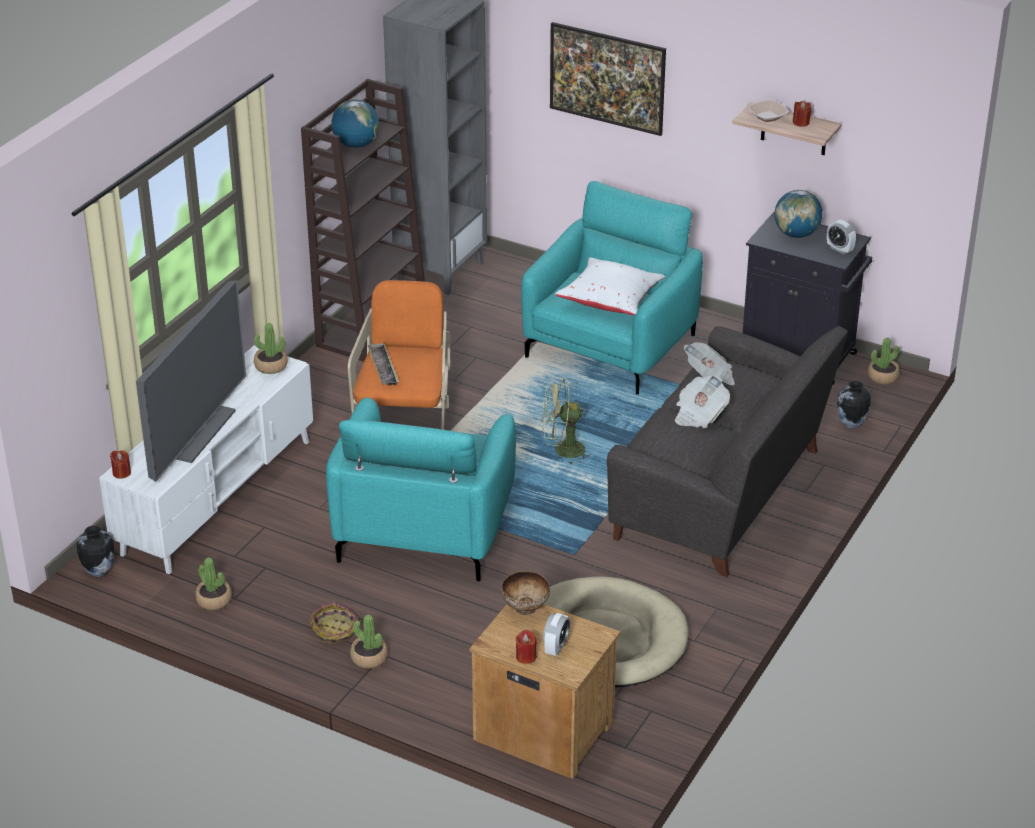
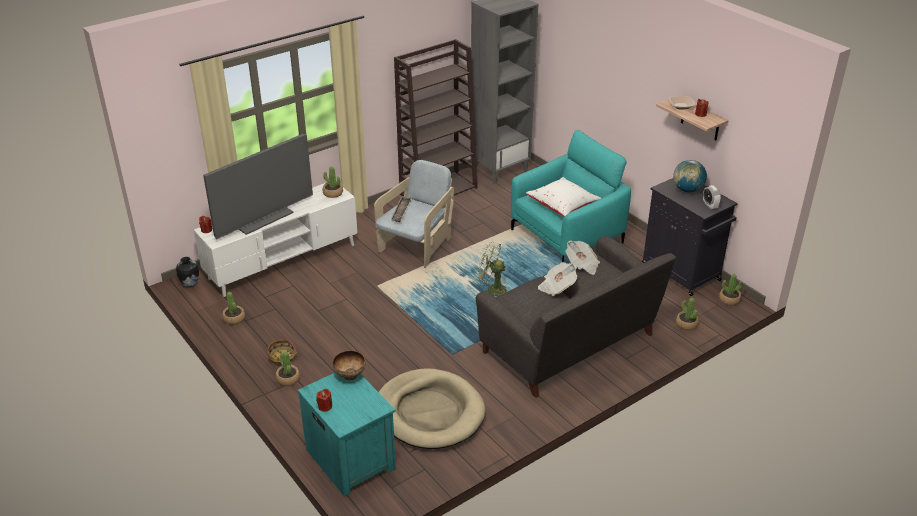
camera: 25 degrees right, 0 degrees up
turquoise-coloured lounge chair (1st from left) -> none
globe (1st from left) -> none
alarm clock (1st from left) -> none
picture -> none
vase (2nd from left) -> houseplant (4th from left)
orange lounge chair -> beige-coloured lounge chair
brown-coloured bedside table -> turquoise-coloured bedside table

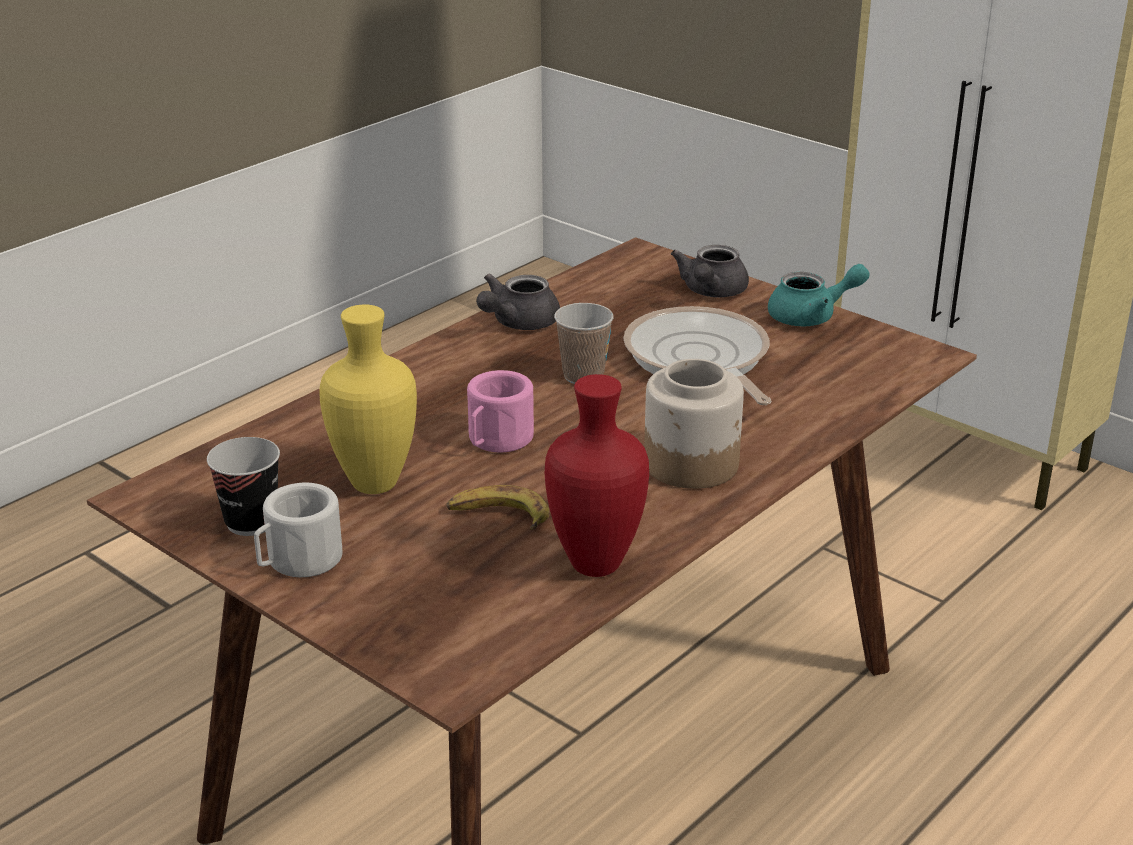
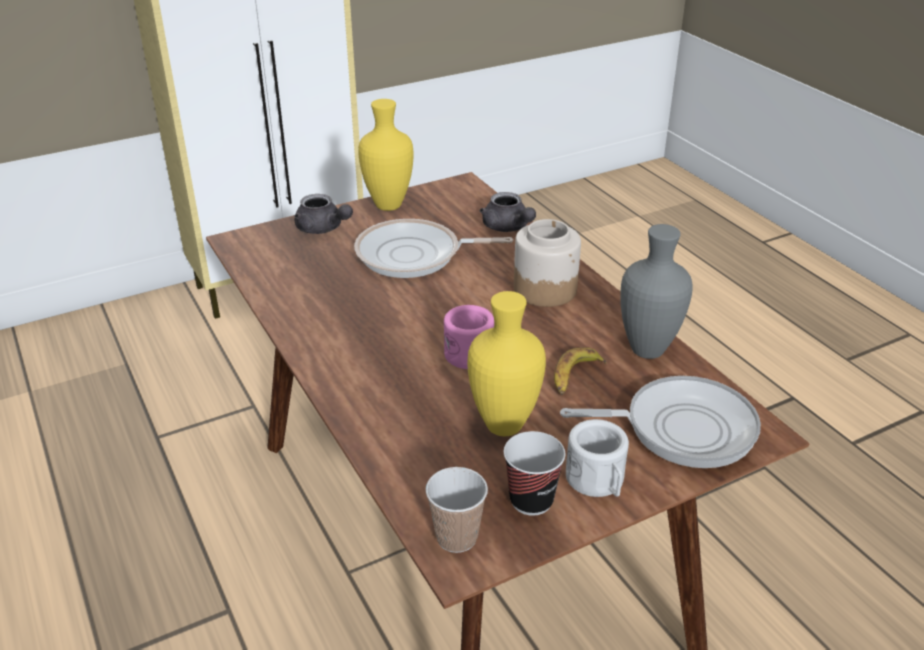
camera: 70 degrees left, 5 degrees up
none -> skillet (2nd from left)
grey teapot (1st from left in the first image) -> grey teapot (2nd from left), moved
small cup (2nd from left in the first image) -> small cup (1st from left), moved
turquoise-coloured teapot -> yellow-coloured vase (1st from left)
reddish vase -> grey vase

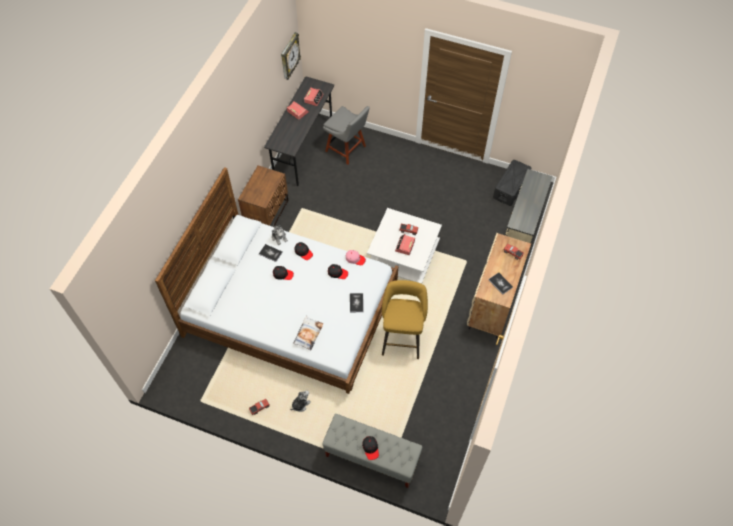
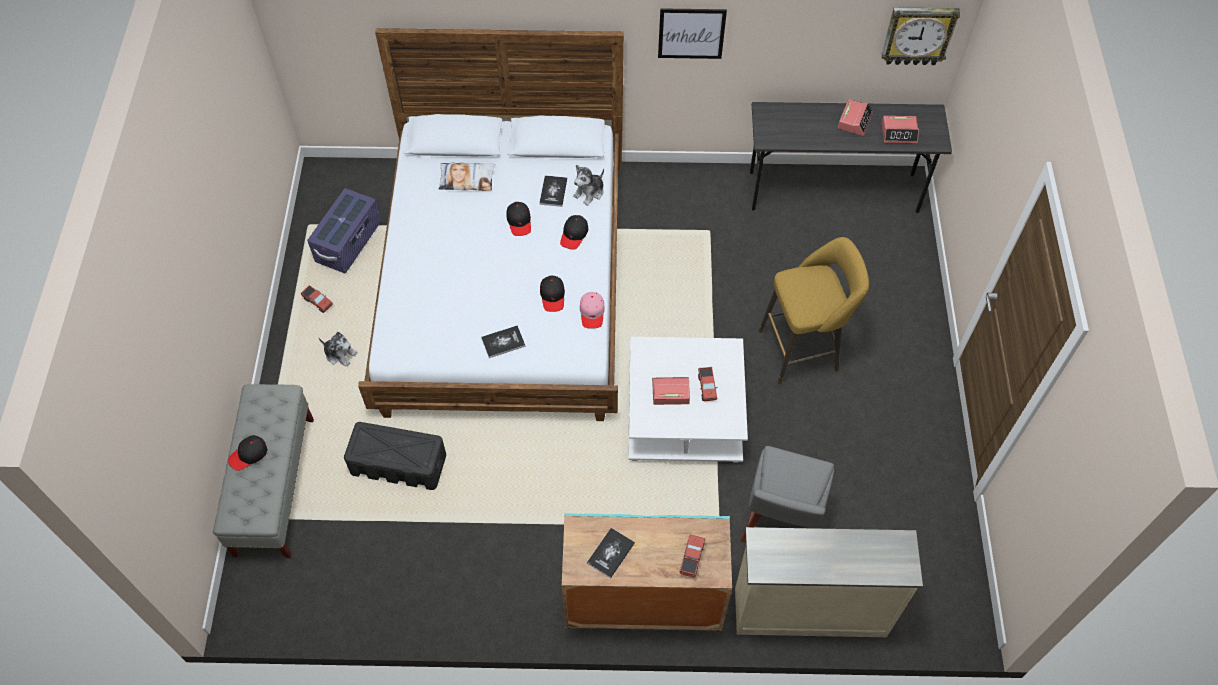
camera: 70 degrees right, 0 degrees up
brown-coloured bedside table -> none
none -> purple storage container
none -> picture
cushion, moved
grey chair, moved
yellow-coloured sitting stool, moved
black-coloured storage container, moved
beige-coloured storage cabinet -> turquoise-coloured storage cabinet

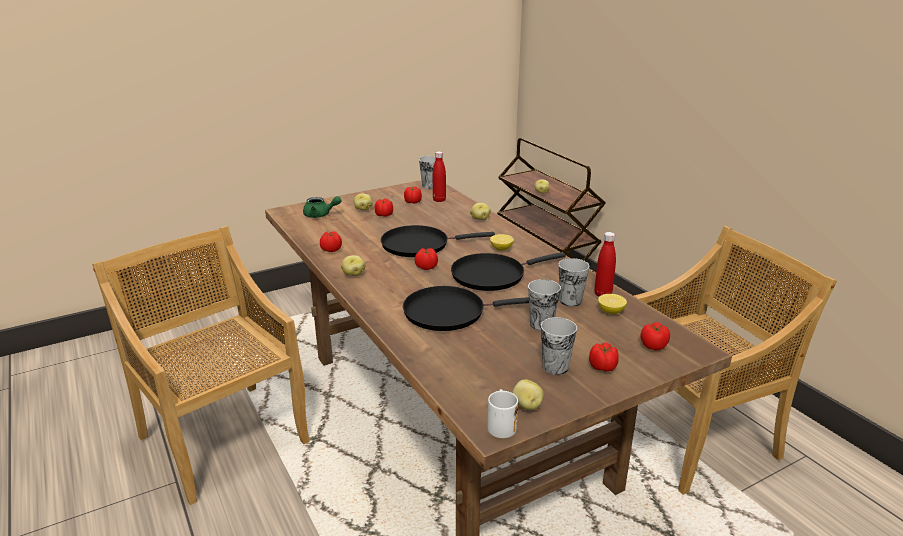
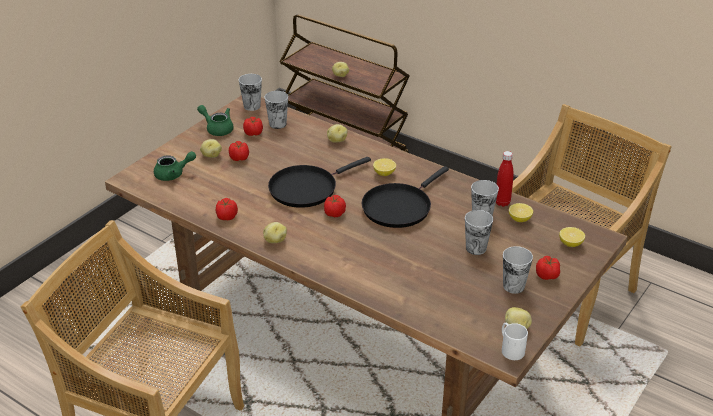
camera: 25 degrees left, 10 degrees up
black-coloured skillet (2nd from left) -> none
none -> greenish teapot (2nd from left)
reddish drink bottle (1st from left) -> small cup (2nd from left)
whole tomato (6th from left) -> citrus fruit (3rd from left)

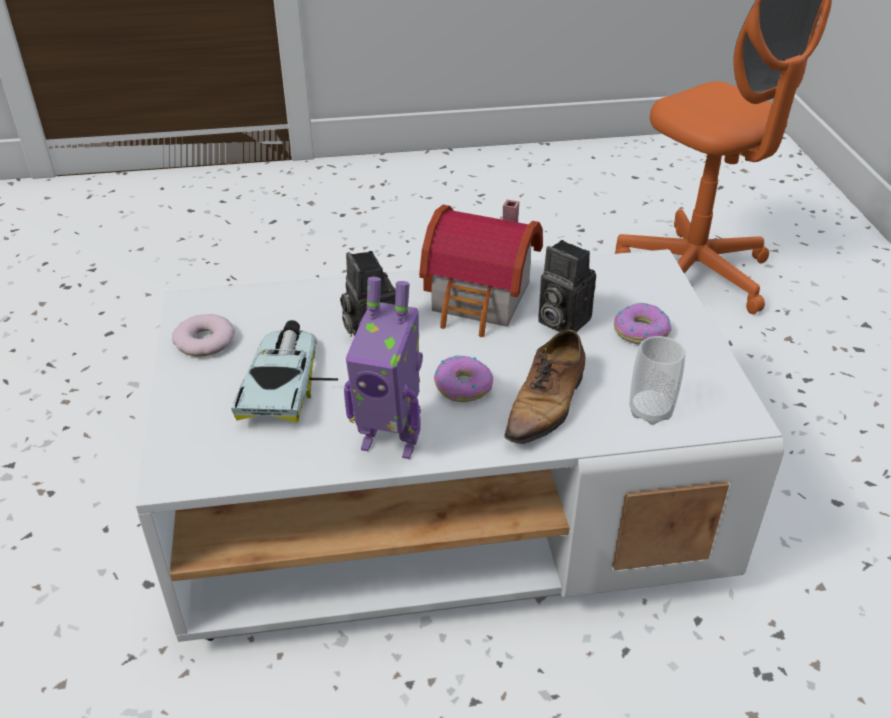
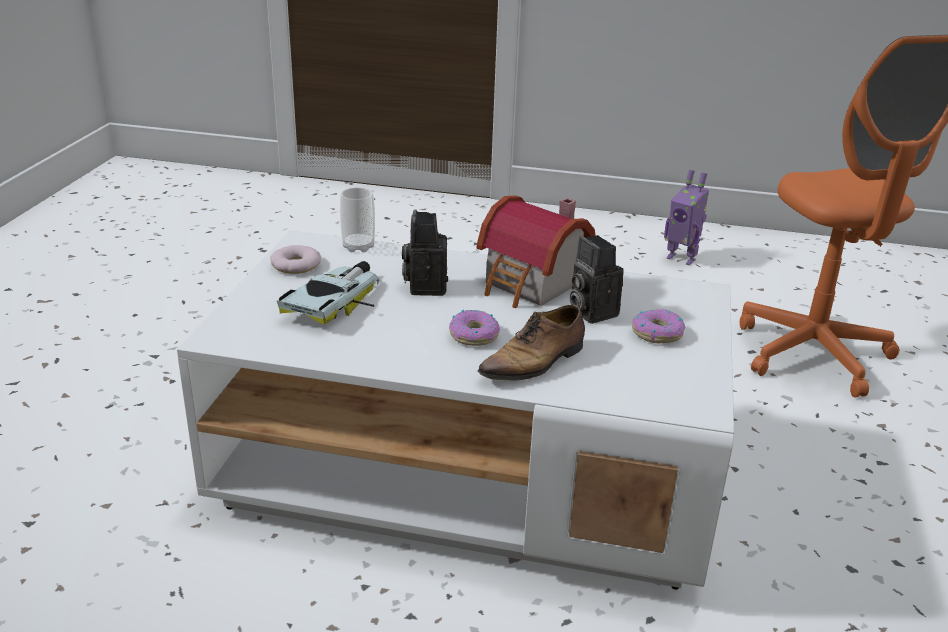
camera: 20 degrees right, 10 degrees down
model robot, moved
small cup, moved

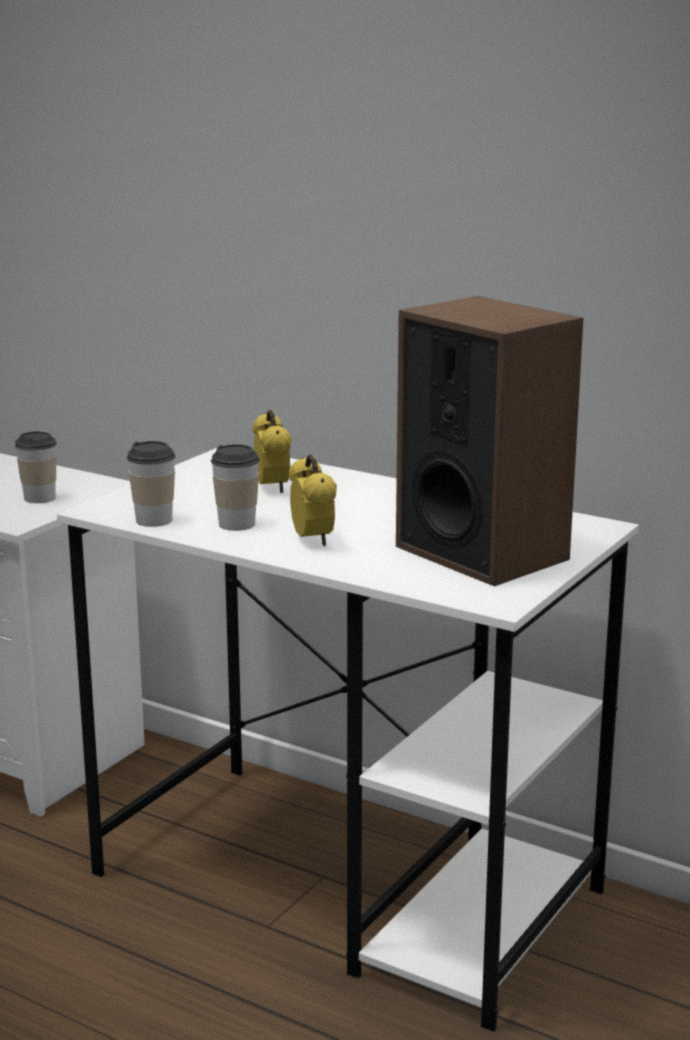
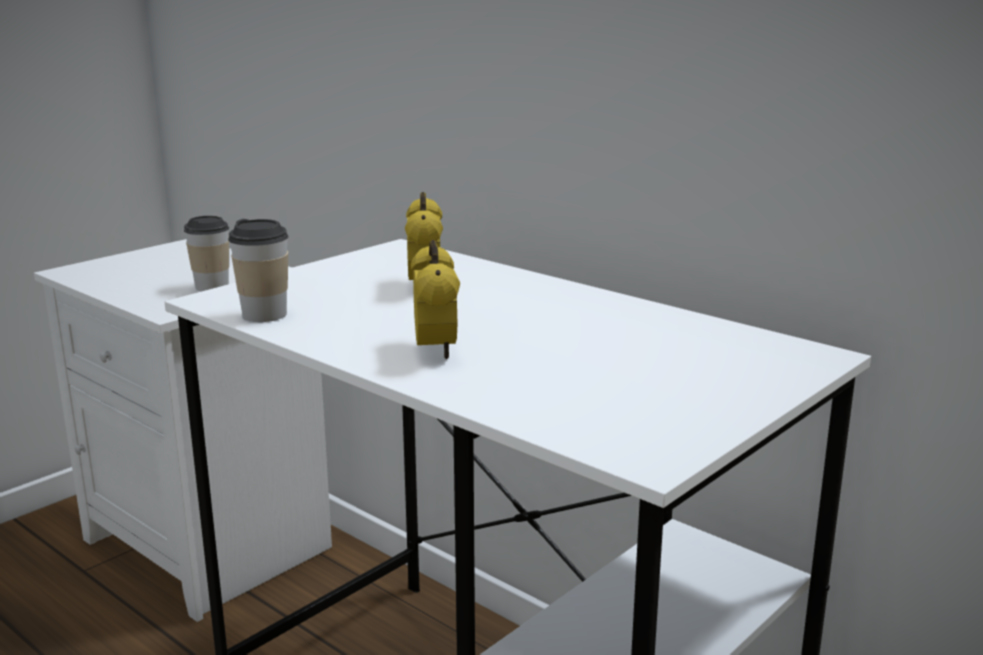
camera: 10 degrees right, 0 degrees up
small cup (3rd from left) -> none
loudspeaker -> none

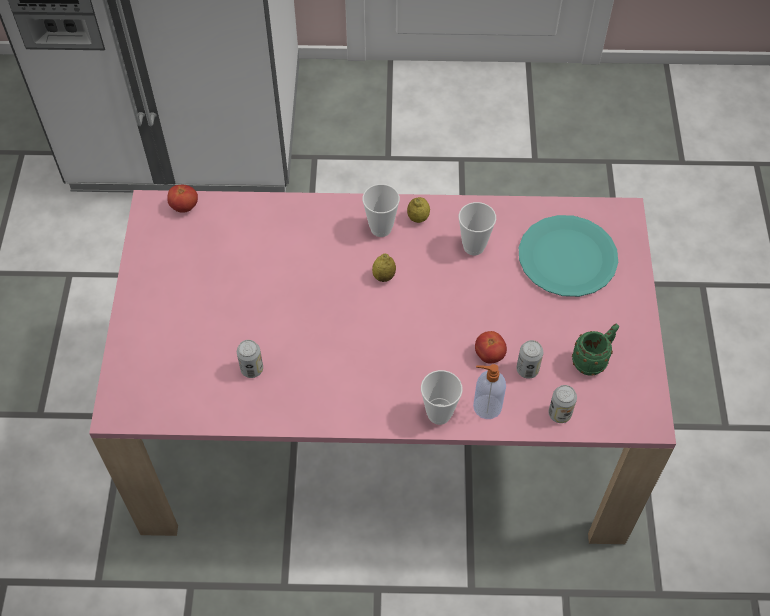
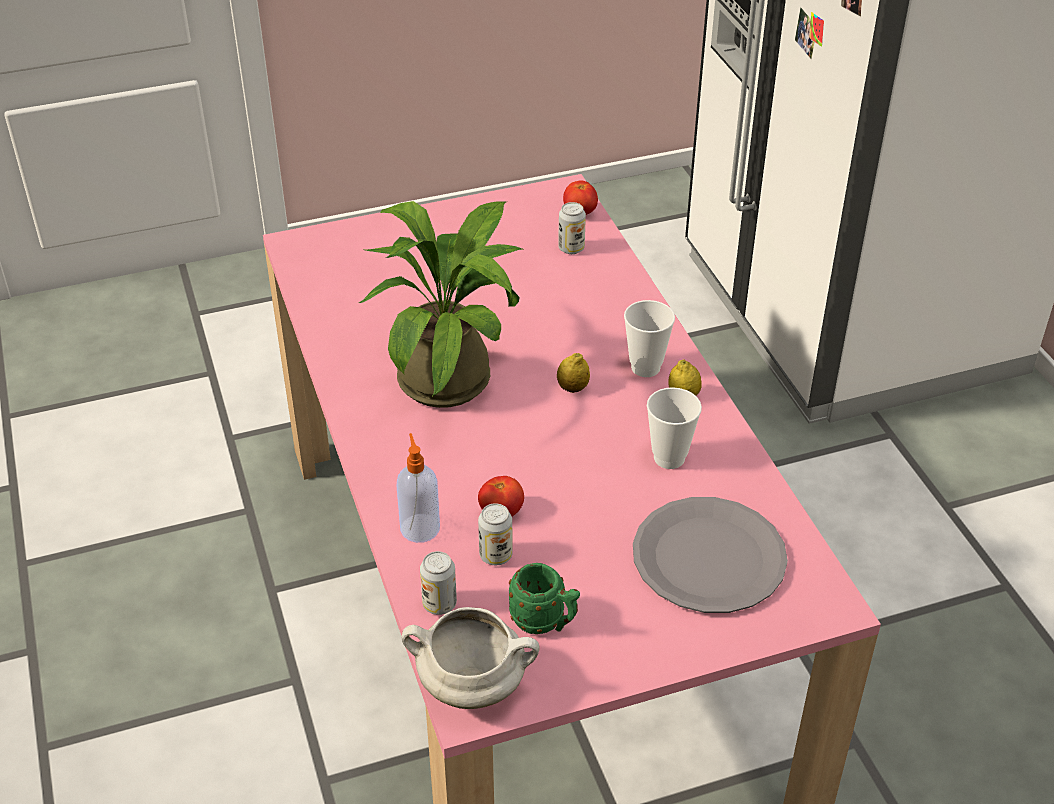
camera: 70 degrees right, 15 degrees down
small cup (2nd from left) -> none
none -> houseplant
none -> white-coloured saucepot
metal can (1st from left in the first image) -> metal can (3rd from left), moved
turquoise-coloured plate -> grey plate

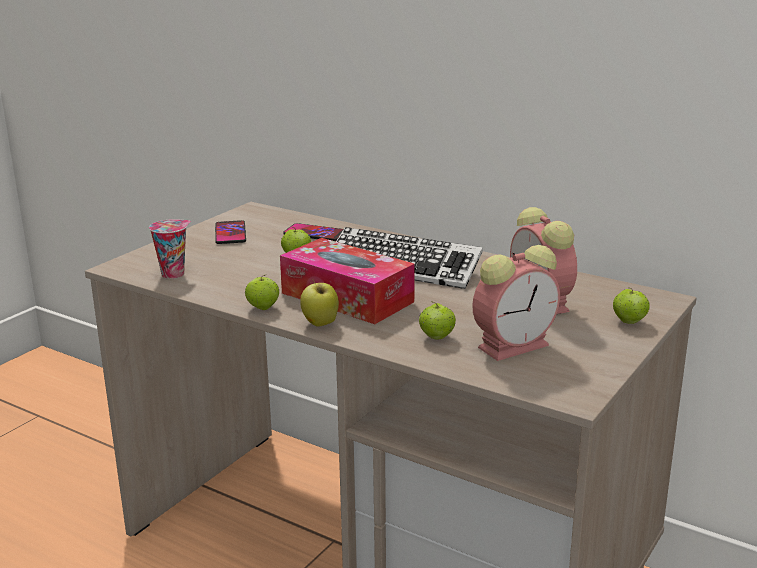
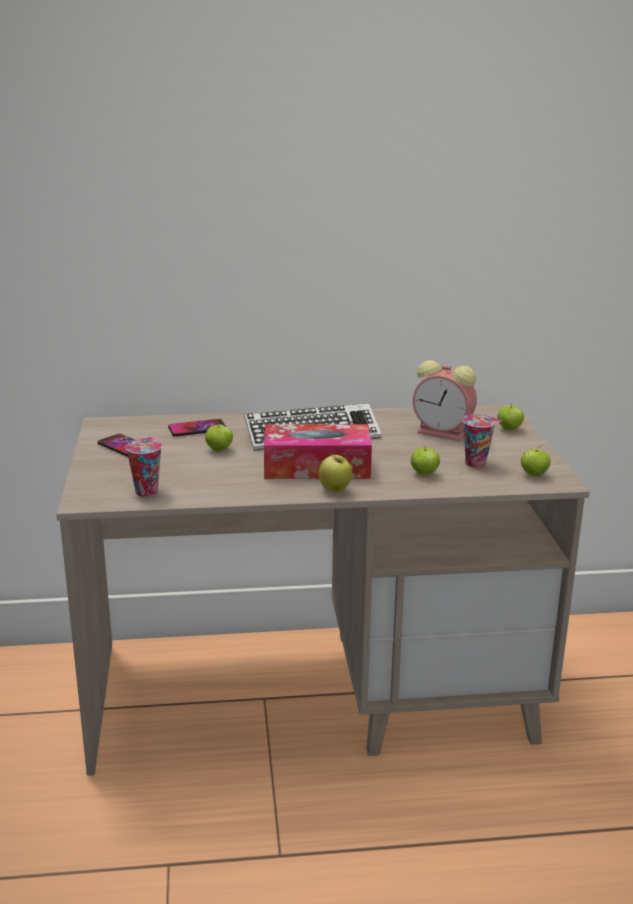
camera: 40 degrees left, 0 degrees up
apple fruit (1st from left in the first image) -> apple fruit (5th from left), moved
alarm clock (1st from left) -> small cup (2nd from left)

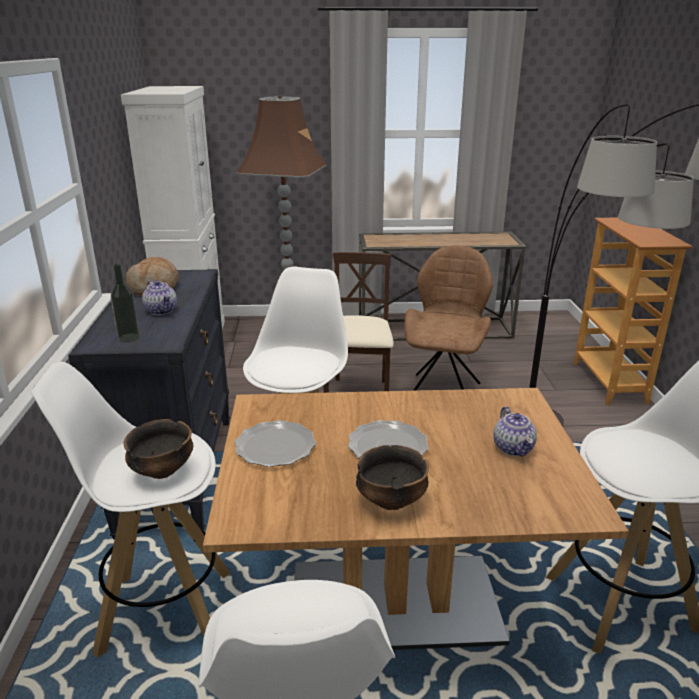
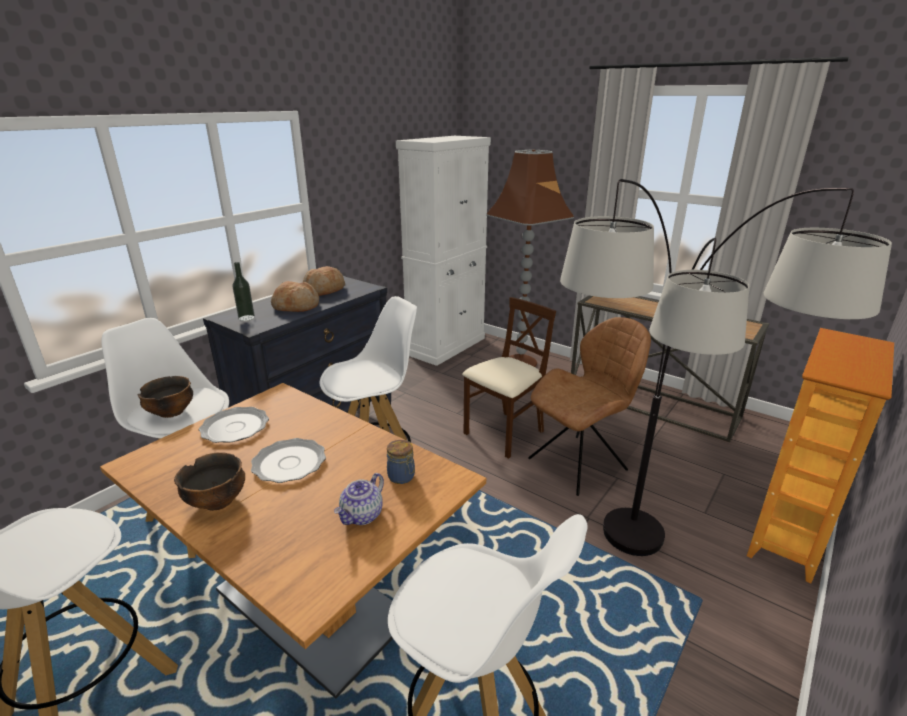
camera: 40 degrees right, 0 degrees up
none -> jar
teapot (1st from left) -> baked bread (1st from left)

